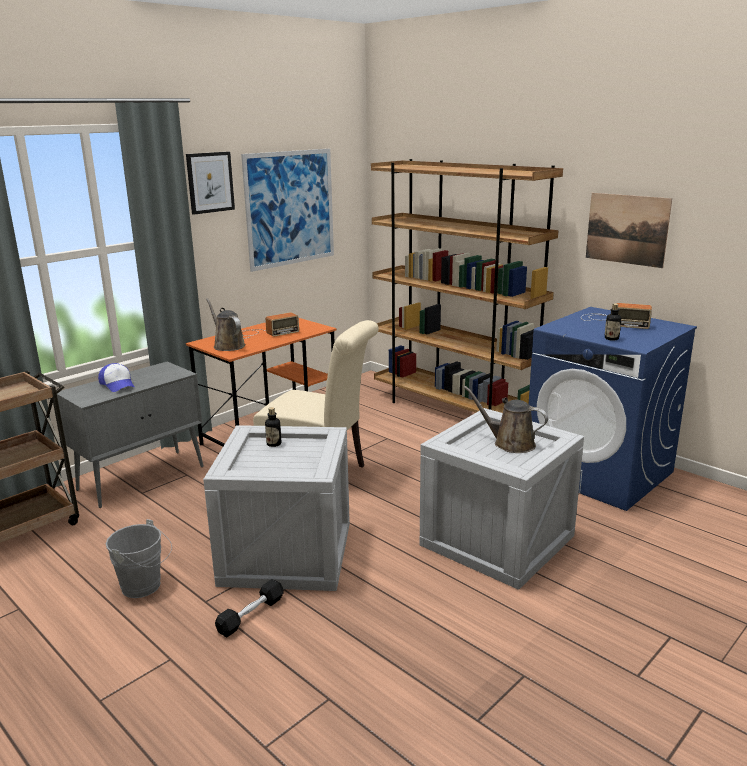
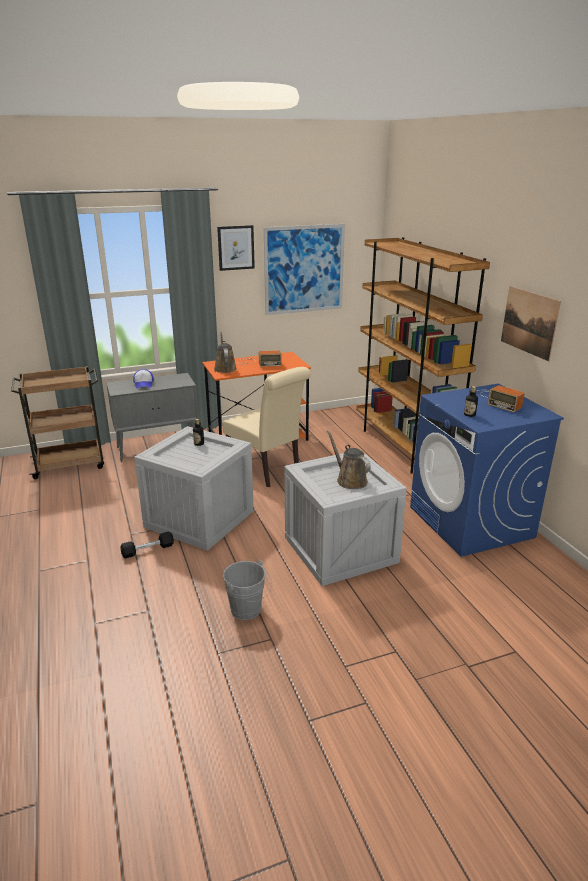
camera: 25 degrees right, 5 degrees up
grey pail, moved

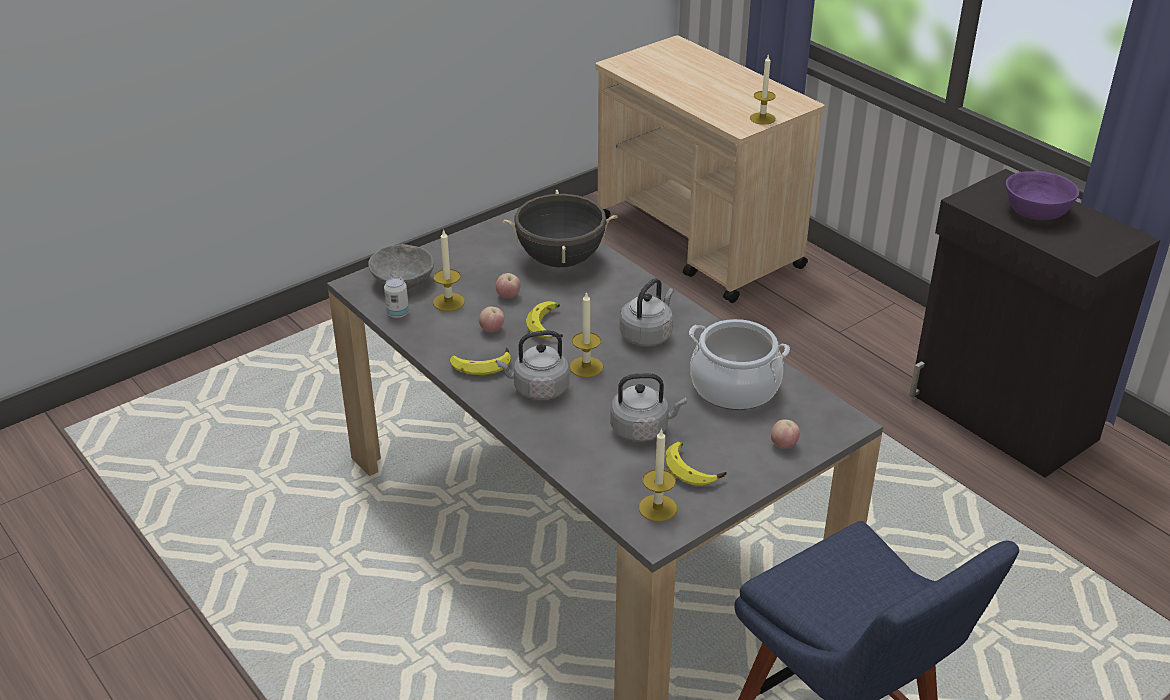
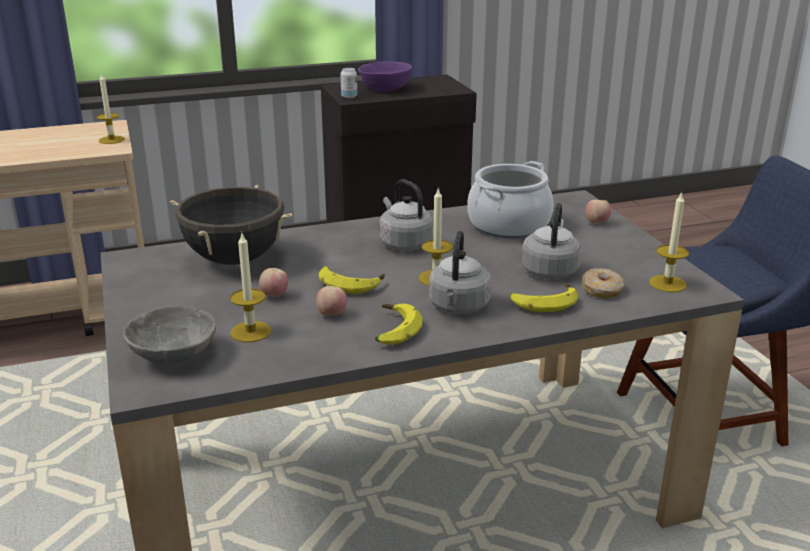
camera: 70 degrees left, 10 degrees down
none -> doughnut
metal can, moved
banana fruit (3rd from left), moved

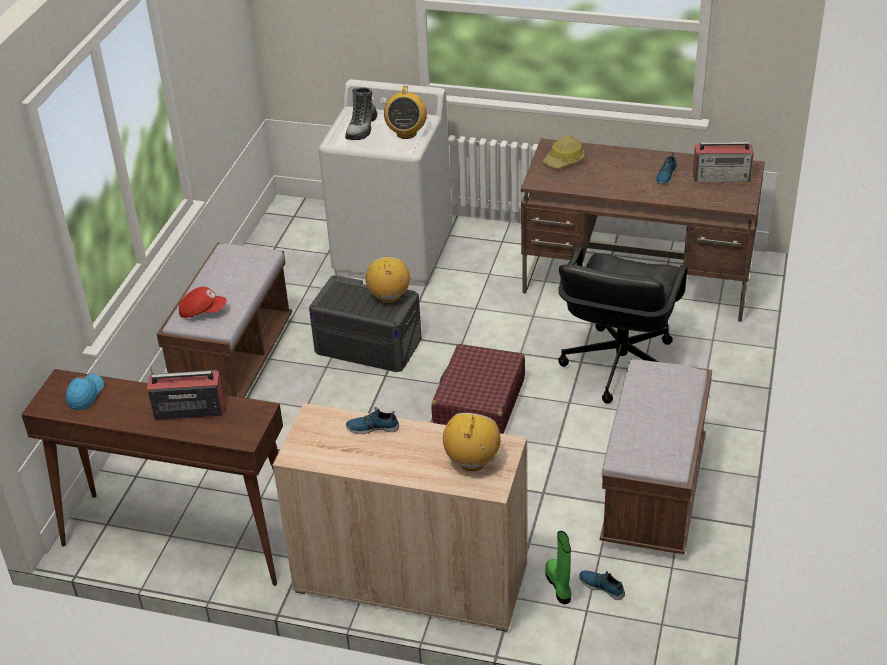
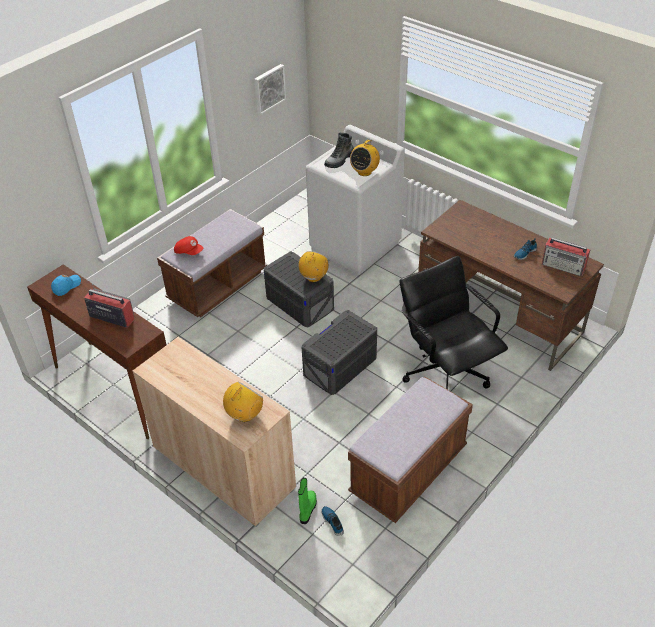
camera: 25 degrees right, 5 degrees up
shoe (1st from left) -> none
hard hat -> none
none -> picture
reddish travel case -> grey storage container (2nd from left)
black-coloured desk chair, 105 degrees clockwise

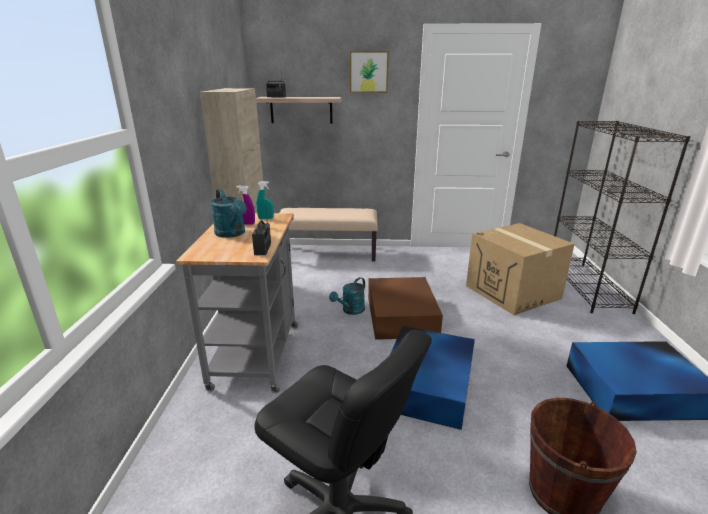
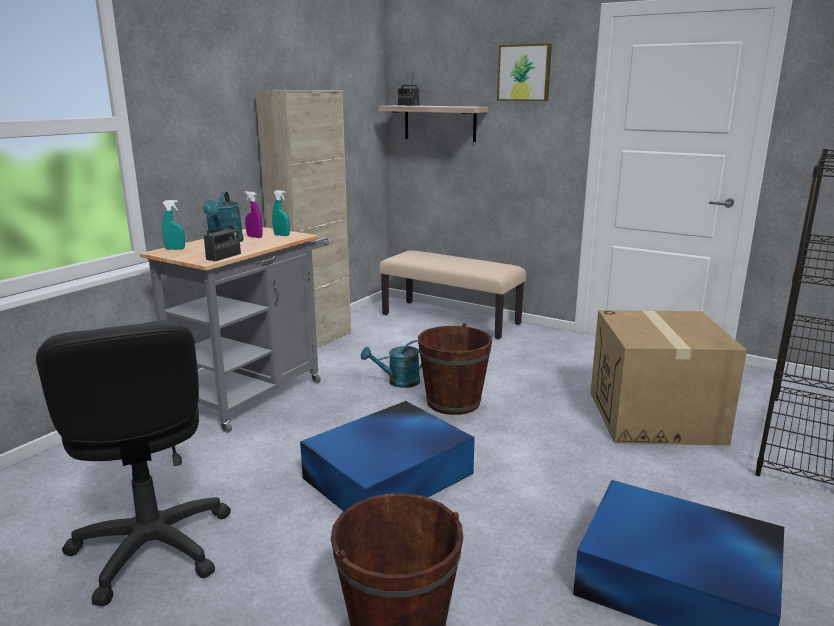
camera: 30 degrees right, 5 degrees down
none -> turquoise-coloured sprayer (1st from left)
brown-coloured storage container -> brown-coloured pail (2nd from left)

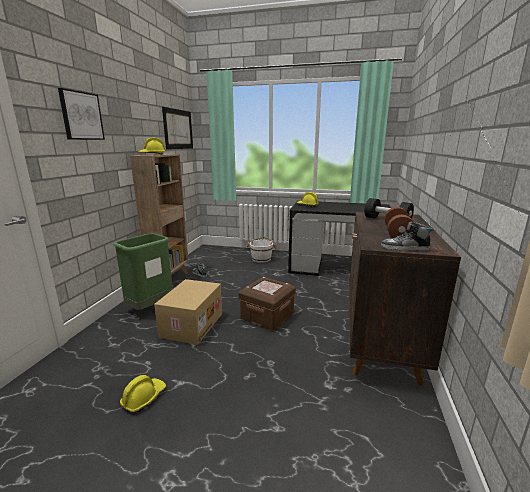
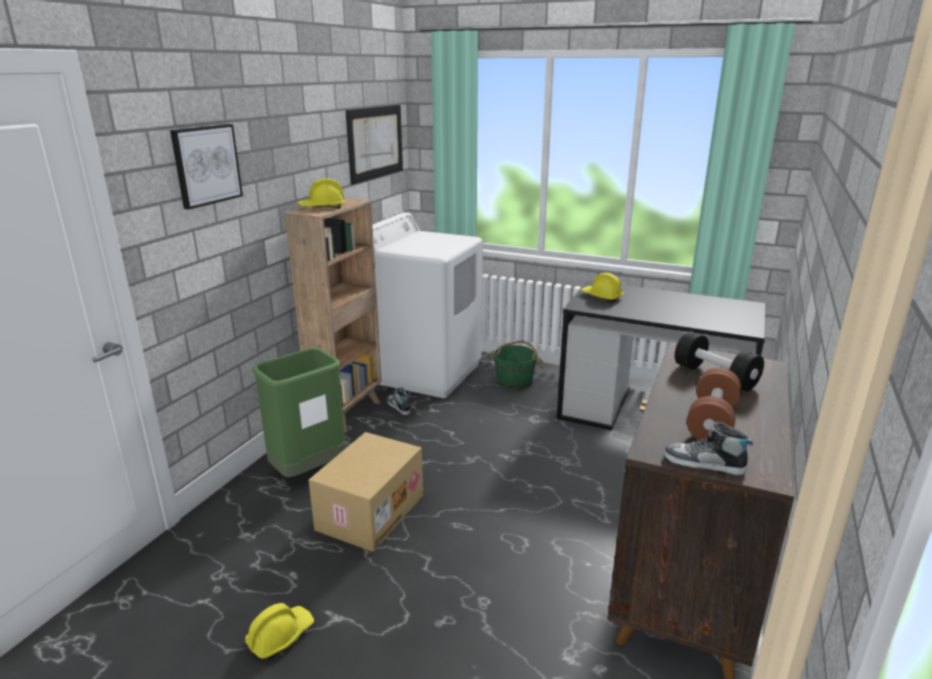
camera: 10 degrees right, 5 degrees up
brown-coloured storage container -> none
none -> white-coloured laundry machine
white-coloured pail -> greenish pail

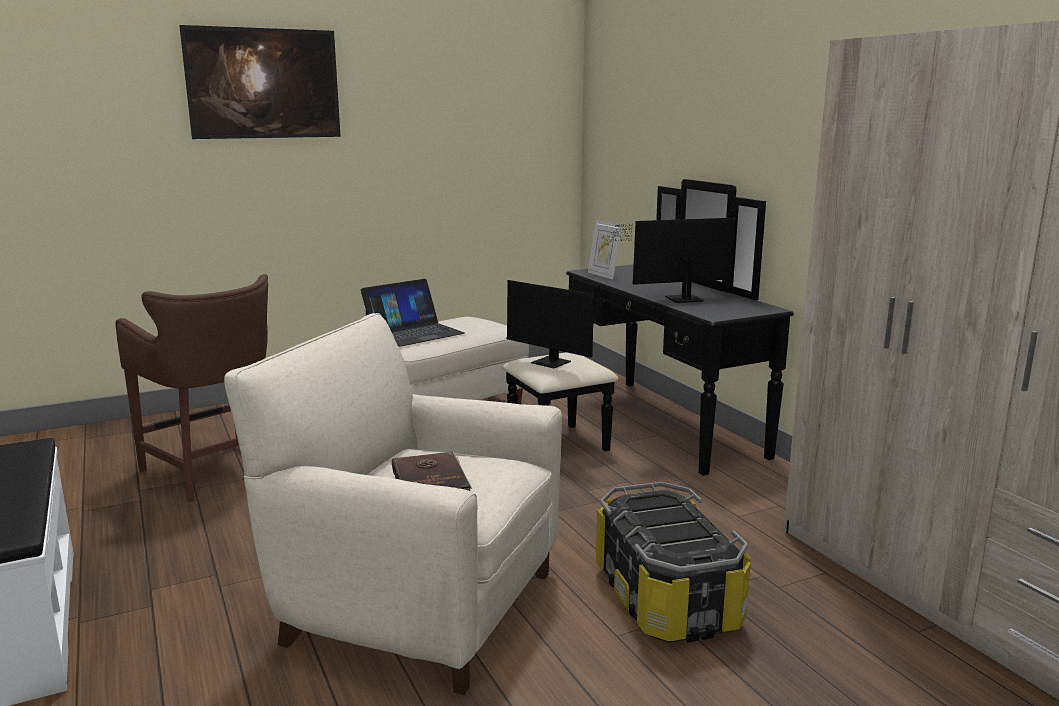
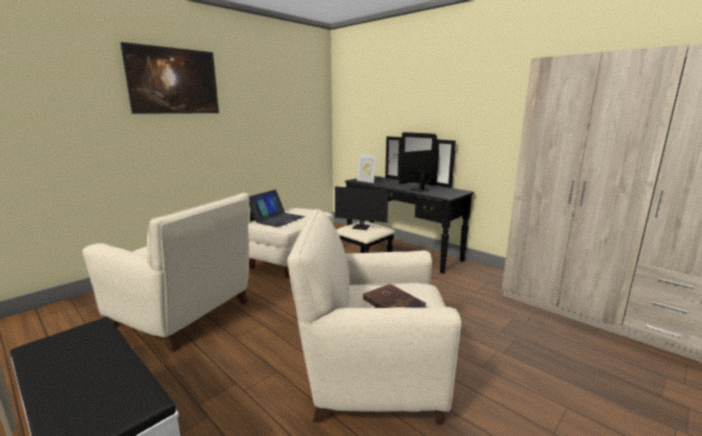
camera: 20 degrees left, 0 degrees up
storage container -> none
brown-coloured sitting stool -> beige-coloured lounge chair (1st from left)

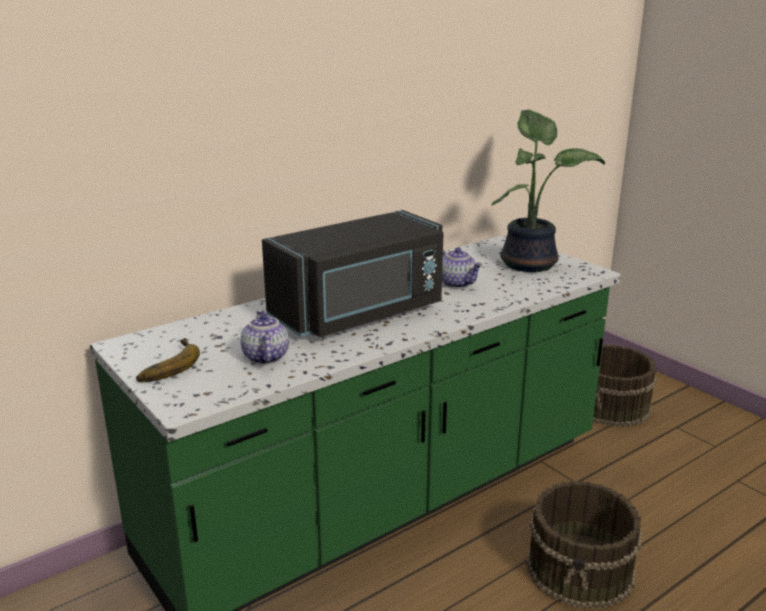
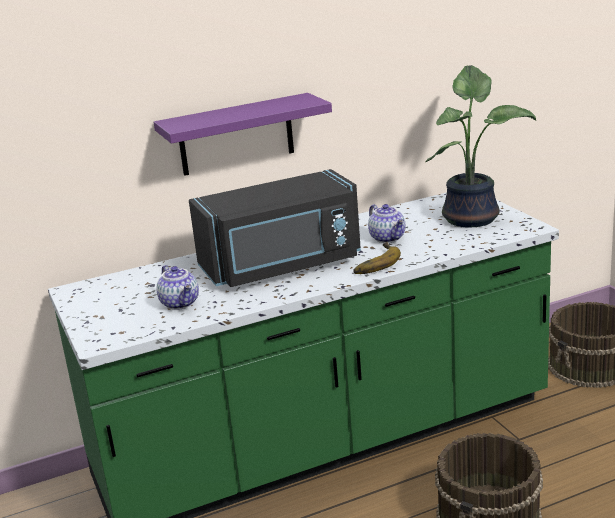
camera: 15 degrees right, 0 degrees up
none -> purple wall shelf
banana fruit, moved
teapot (1st from left), 150 degrees clockwise

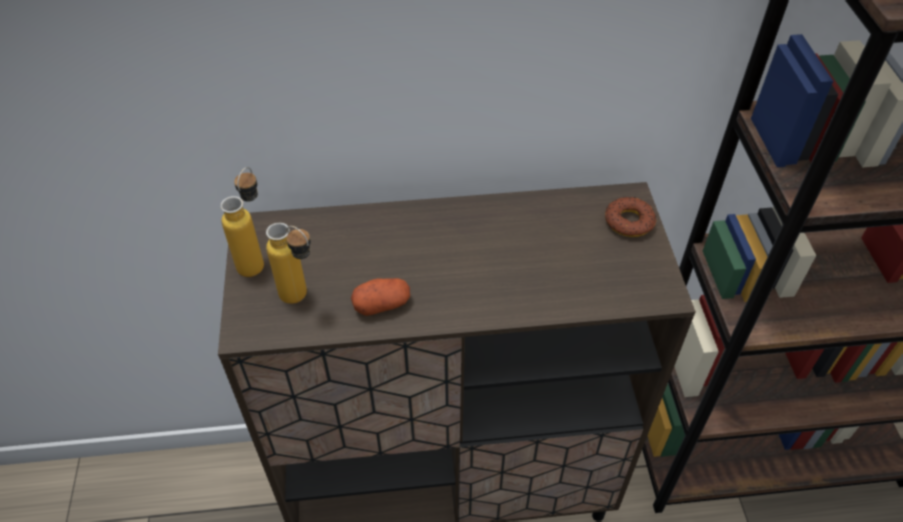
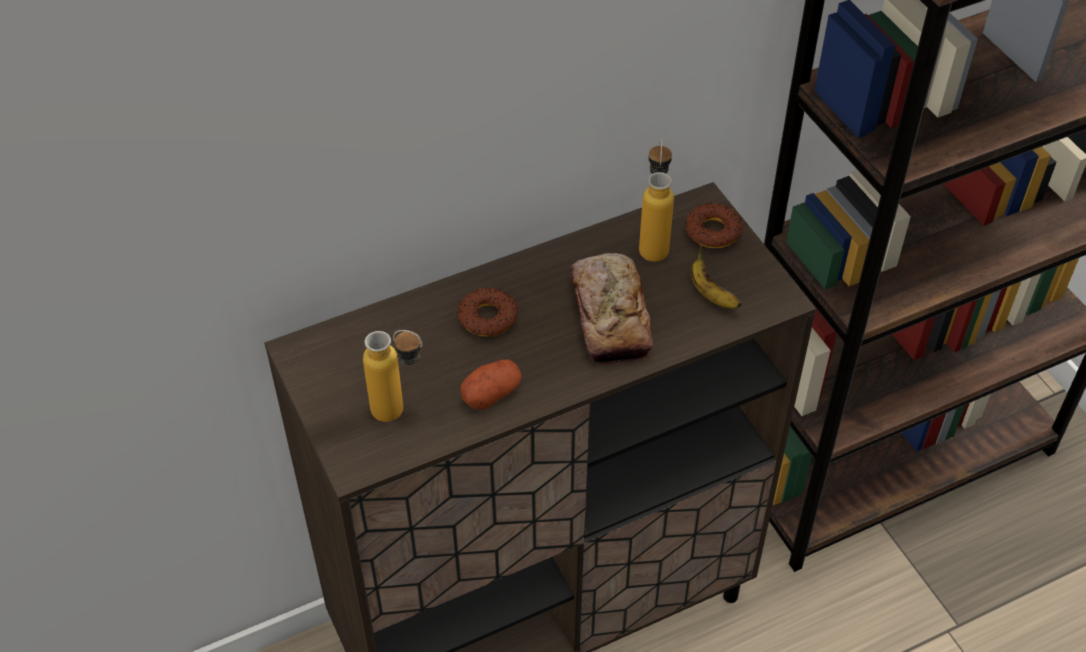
camera: 20 degrees left, 0 degrees up
none -> doughnut (1st from left)
none -> baked bread
none -> banana fruit
drink bottle (1st from left in the first image) -> drink bottle (2nd from left), moved

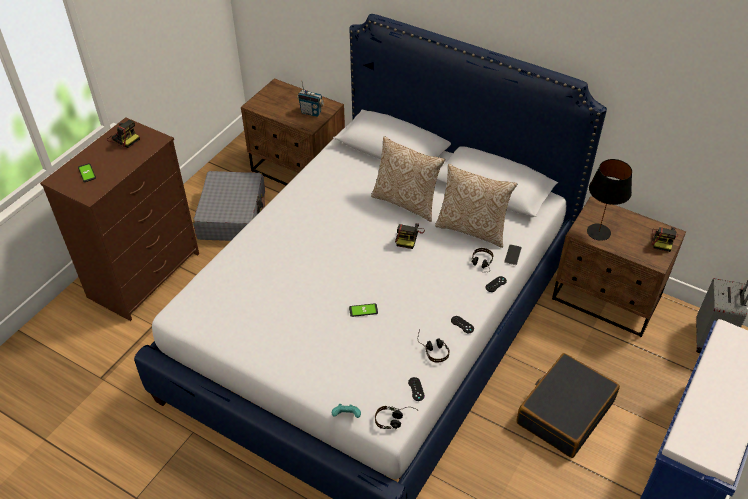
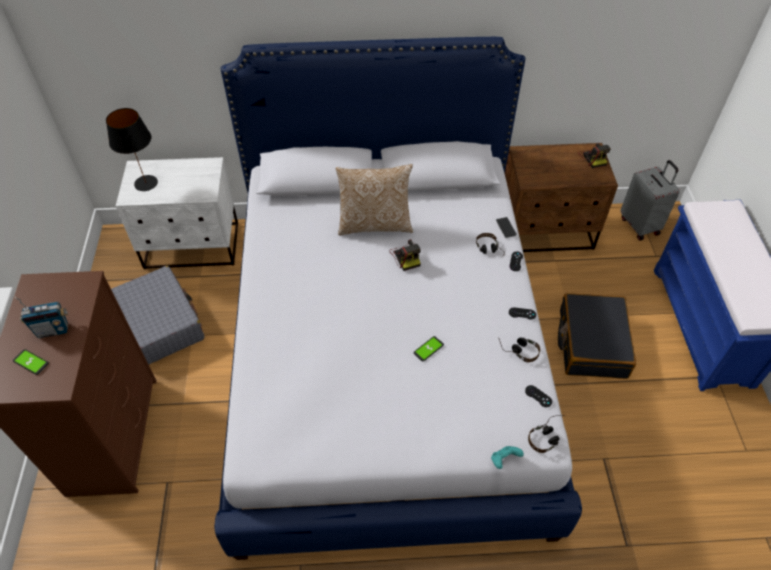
camera: 35 degrees left, 5 degrees up
photo camera (1st from left) -> none
cushion (2nd from left) -> none
radio set, moved
black-coloured table lamp, moved
brown-coloured bedside table (1st from left) -> white-coloured bedside table

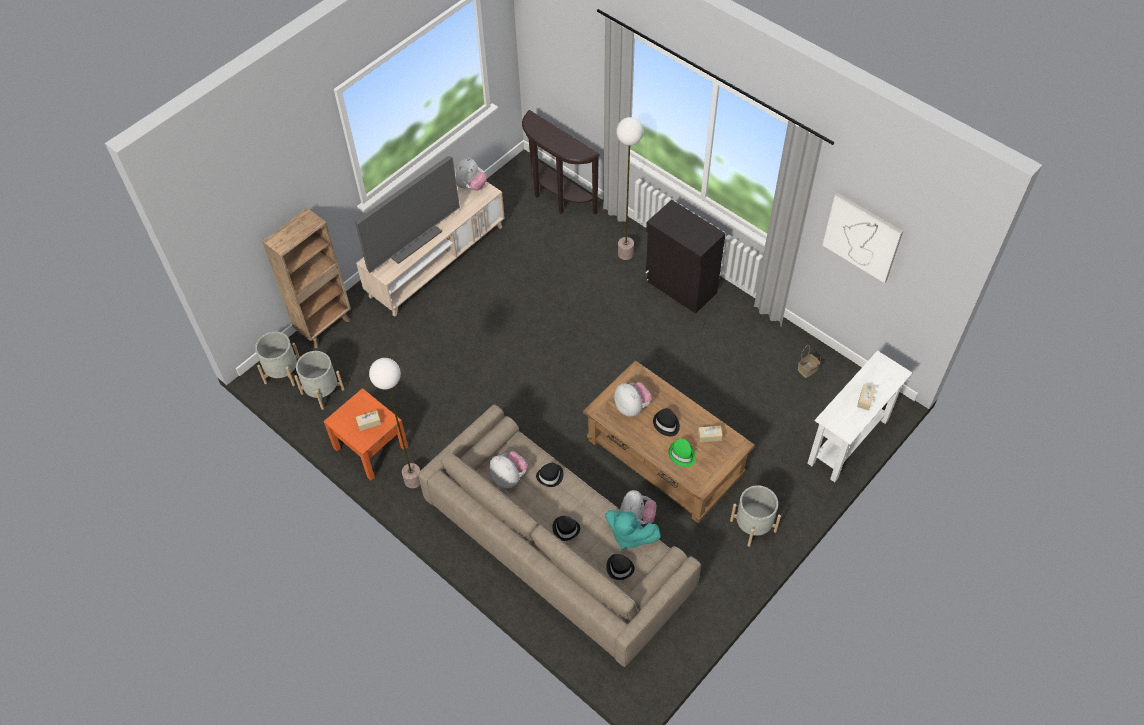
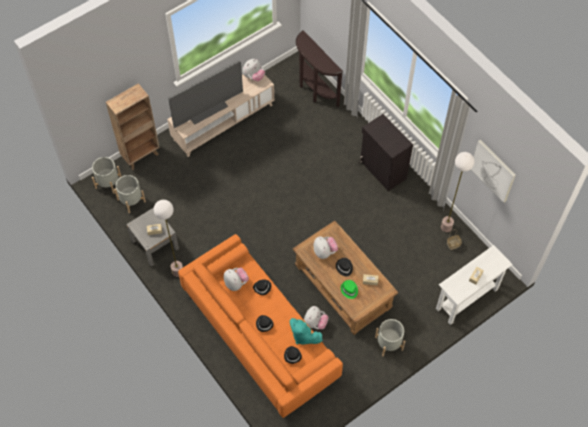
camera: 10 degrees right, 5 degrees up
standard lamp (2nd from left), moved
orange bedside table -> grey bedside table
beige-coloured settee -> orange settee

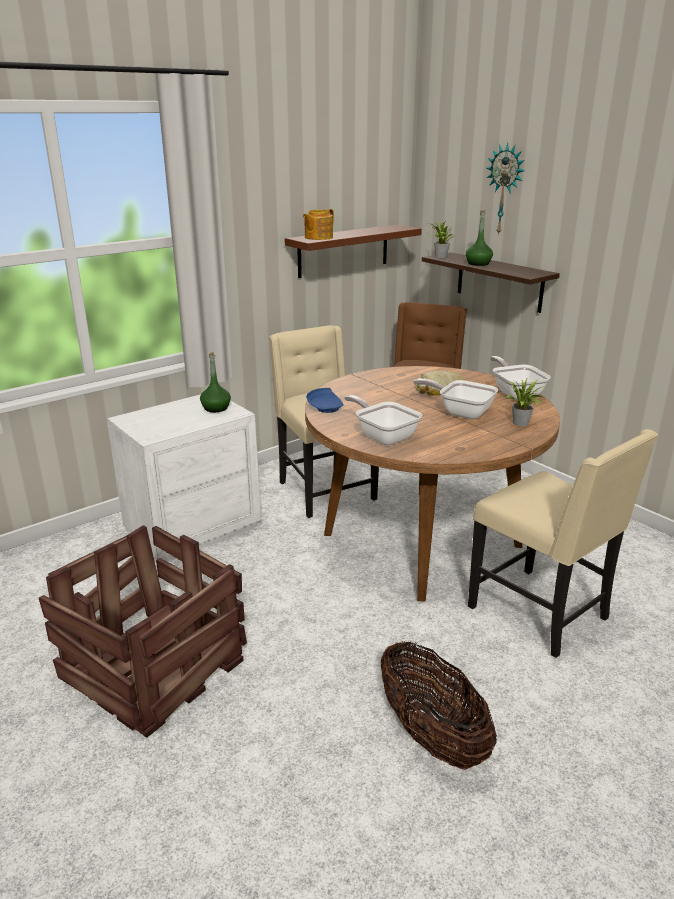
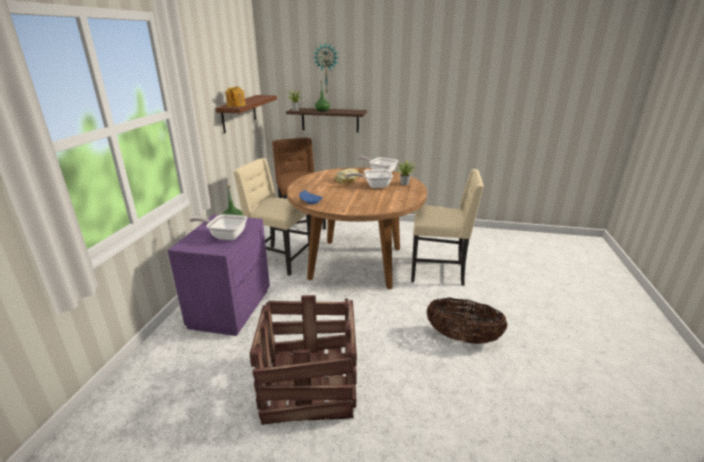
camera: 40 degrees left, 0 degrees up
skillet (1st from left), moved
white-coloured bedside table -> purple bedside table

